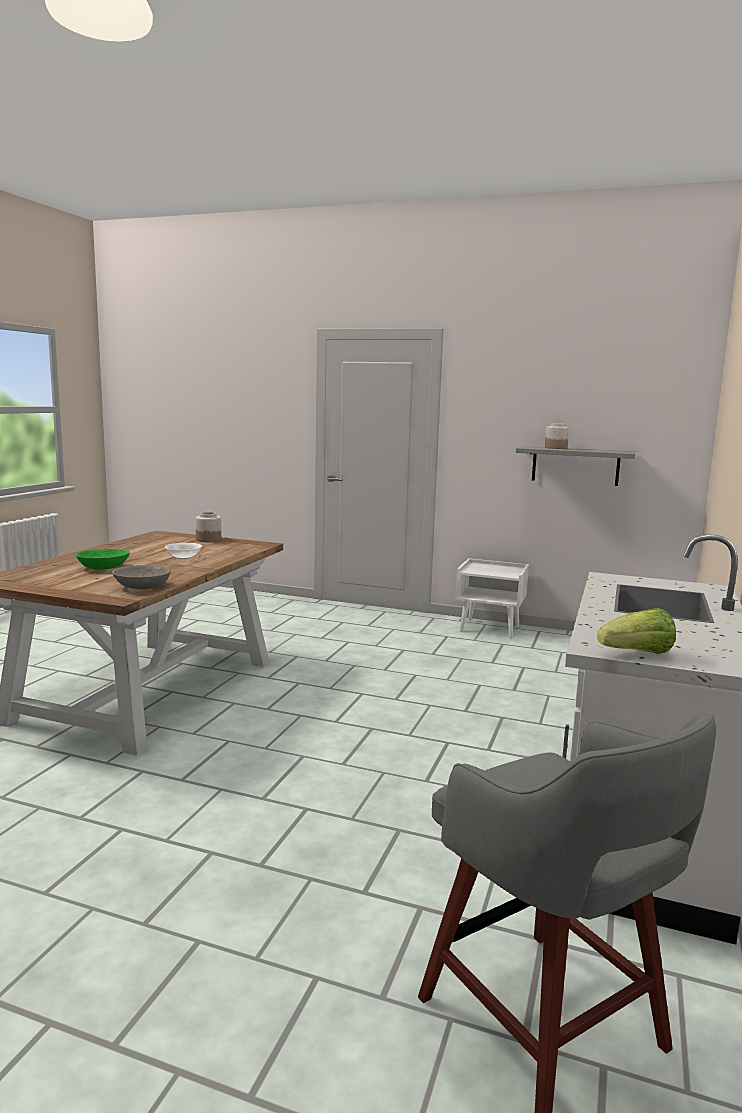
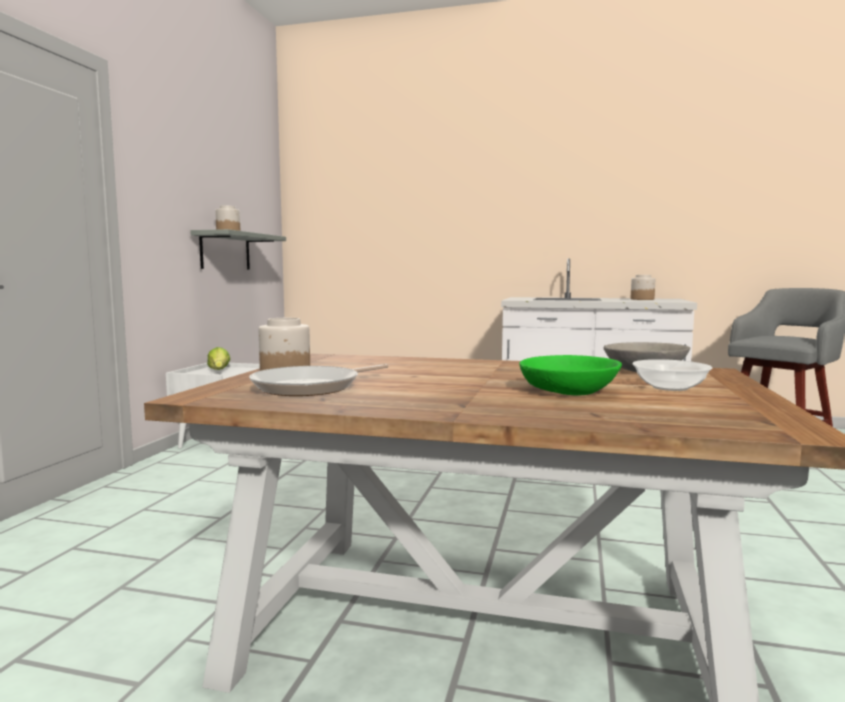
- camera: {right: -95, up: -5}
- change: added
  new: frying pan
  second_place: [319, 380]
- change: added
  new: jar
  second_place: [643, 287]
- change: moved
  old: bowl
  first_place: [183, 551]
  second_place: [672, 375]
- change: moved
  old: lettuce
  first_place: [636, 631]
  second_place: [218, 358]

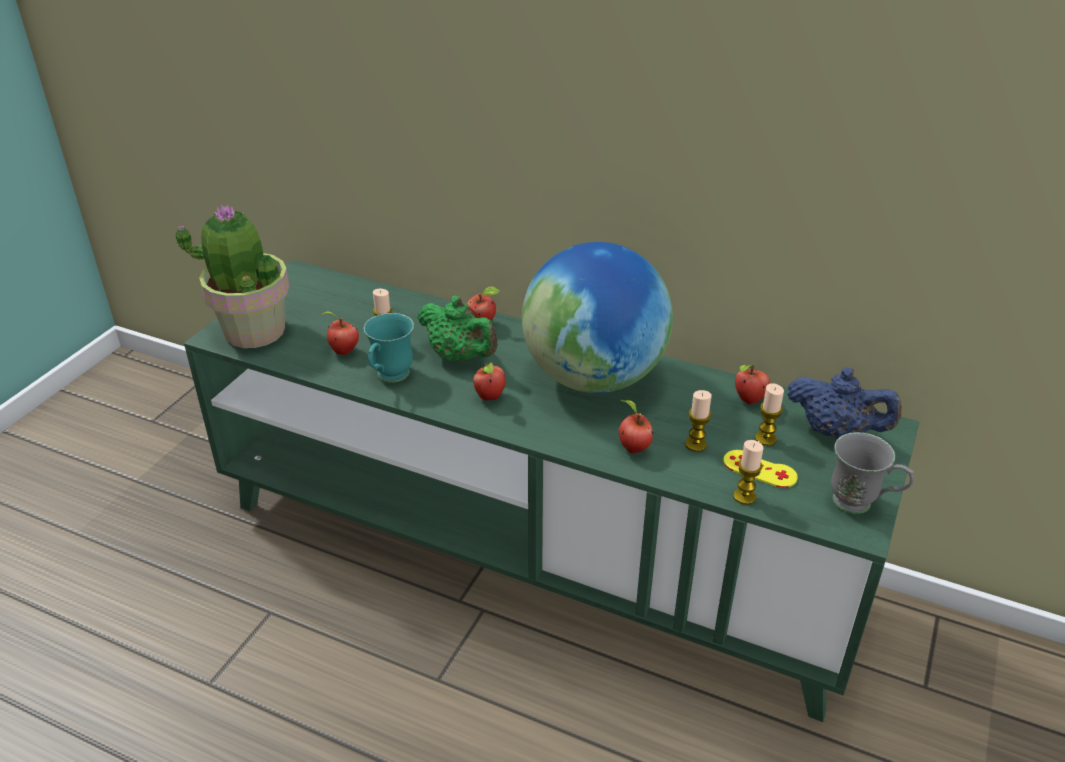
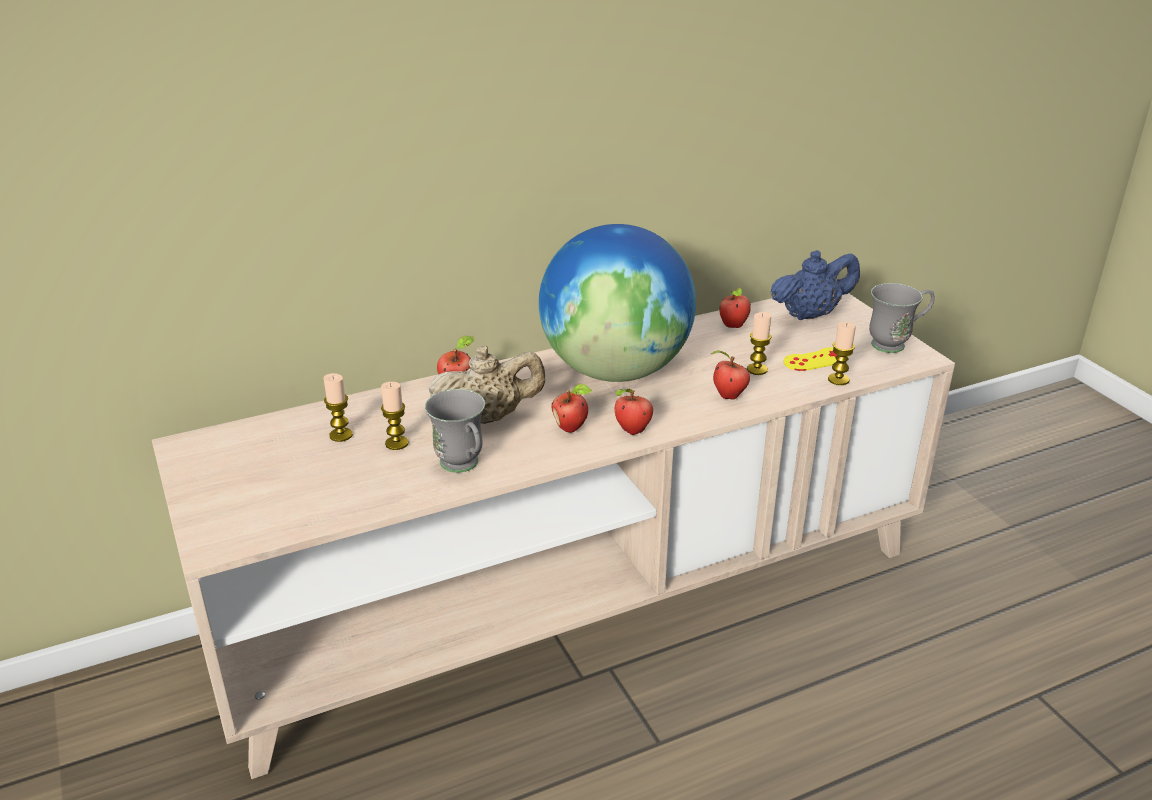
- camera: {right: -50, up: -5}
- change: removed
  old: potted plant
  first_place: [233, 276]
- change: moved
  old: apple
  first_place: [339, 333]
  second_place: [634, 412]
- change: moved
  old: candle
  first_place: [769, 414]
  second_place: [338, 407]
- change: recoloured
  old: tv stand/green
  new: tv stand/beige
  first_place: [551, 491]
  second_place: [553, 536]
- change: recoloured
  old: mug/turquoise
  new: mug/grey
  first_place: [389, 347]
  second_place: [455, 431]
- change: recoloured
  old: teapot/green
  new: teapot/beige
  first_place: [458, 329]
  second_place: [486, 384]

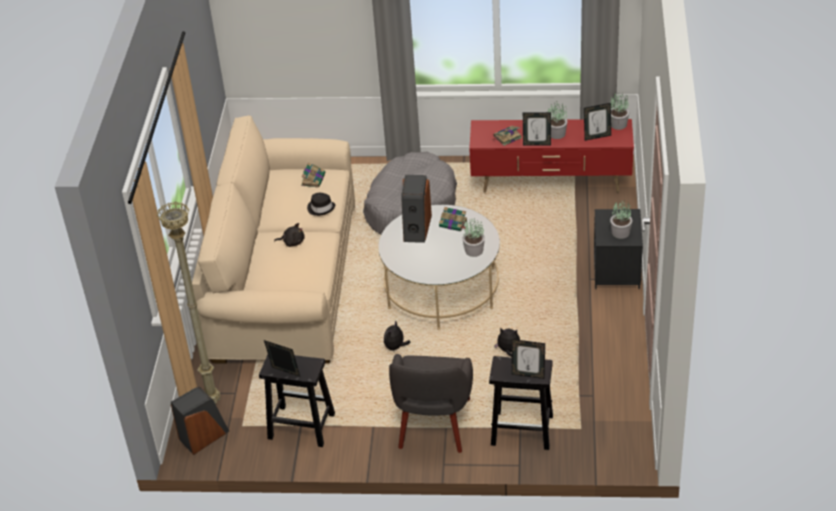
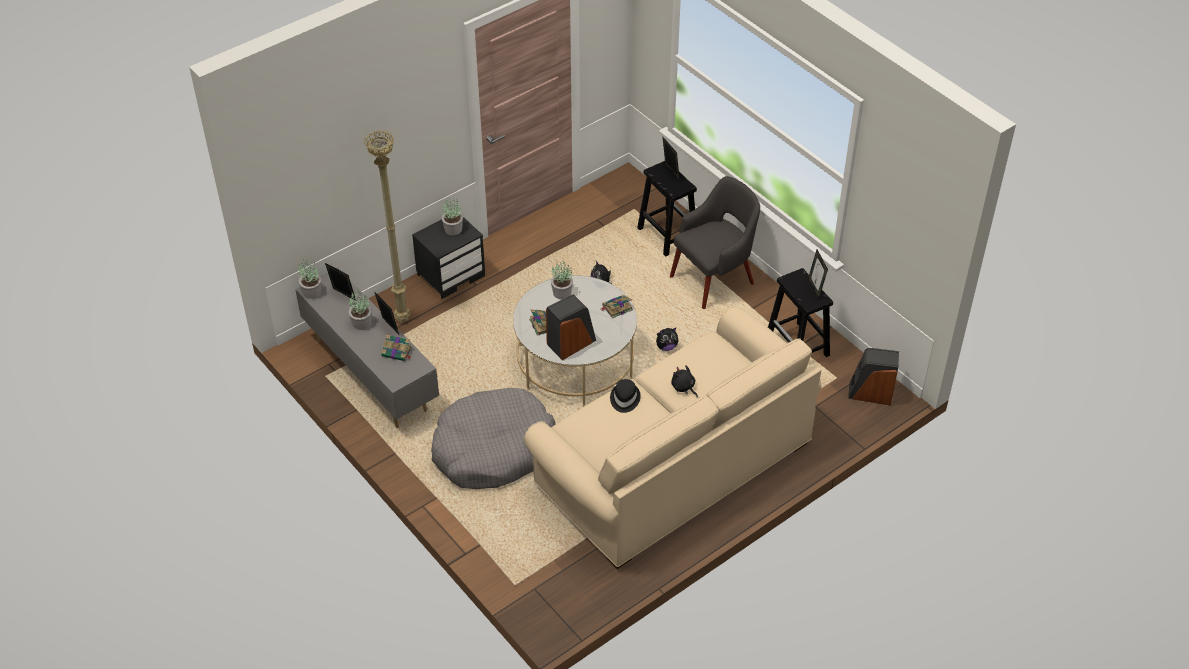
- camera: {right: -135, up: 5}
- change: moved
  old: floor lamp/beige
  first_place: [188, 302]
  second_place: [387, 226]
- change: moved
  old: book
  first_place: [313, 175]
  second_place: [617, 306]
- change: recoloured
  old: tv stand/red
  new: tv stand/grey
  first_place: [551, 156]
  second_place: [367, 348]

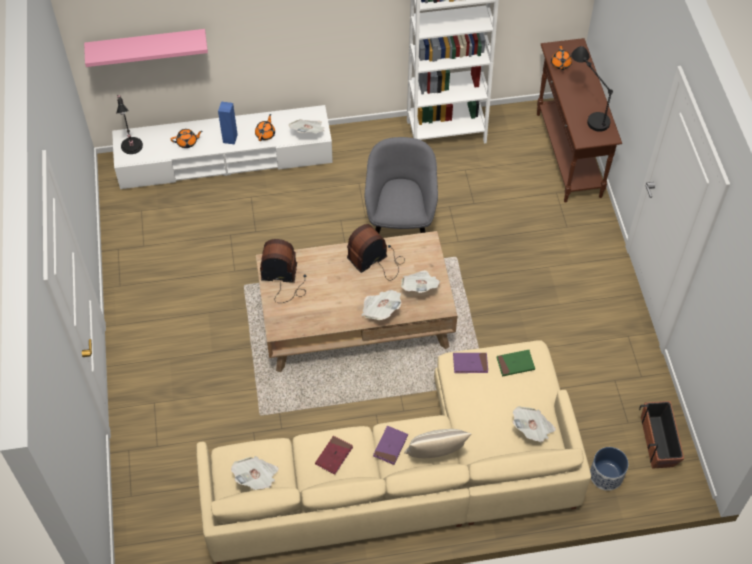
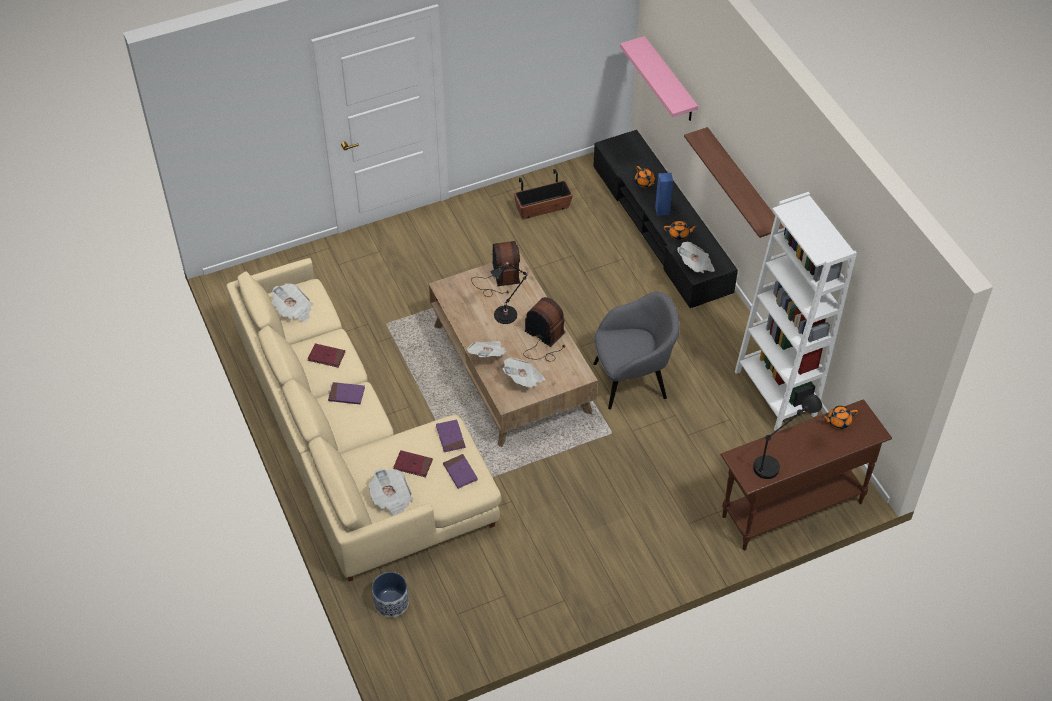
- camera: {right: 75, up: -5}
- change: removed
  old: pillow
  first_place: [437, 443]
- change: added
  new: book/red
  second_place: [413, 463]
- change: added
  new: shelf
  second_place: [734, 182]
- change: moved
  old: table lamp/black
  first_place: [129, 124]
  second_place: [510, 292]
- change: moved
  old: planter
  first_place: [661, 434]
  second_place: [543, 194]
- change: recoloured
  old: tv stand/white
  new: tv stand/black
  first_place: [222, 147]
  second_place: [666, 219]
- change: recoloured
  old: book/green
  new: book/purple
  first_place: [516, 363]
  second_place: [460, 471]

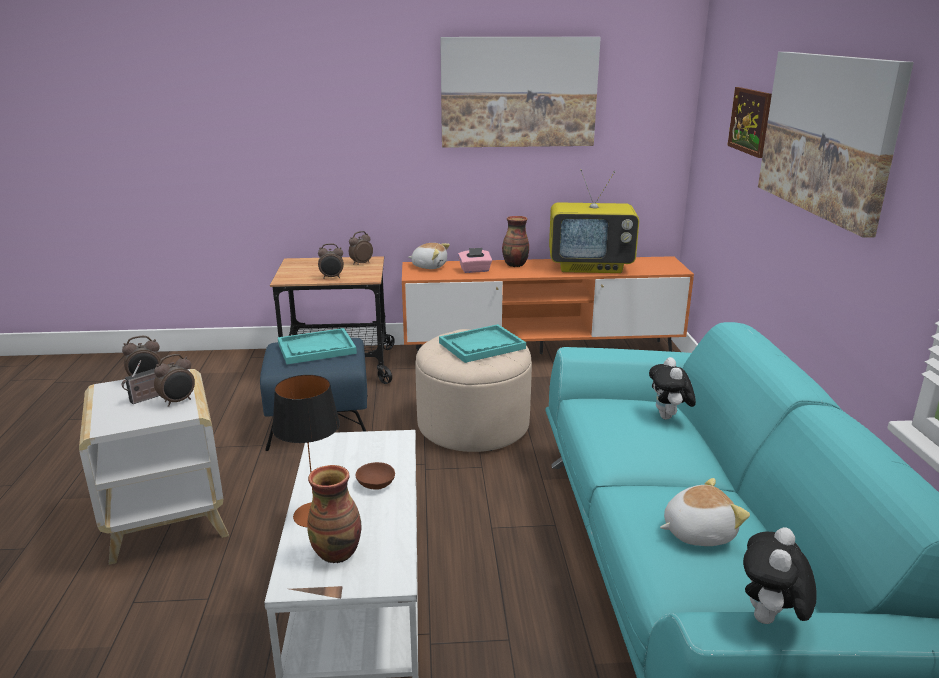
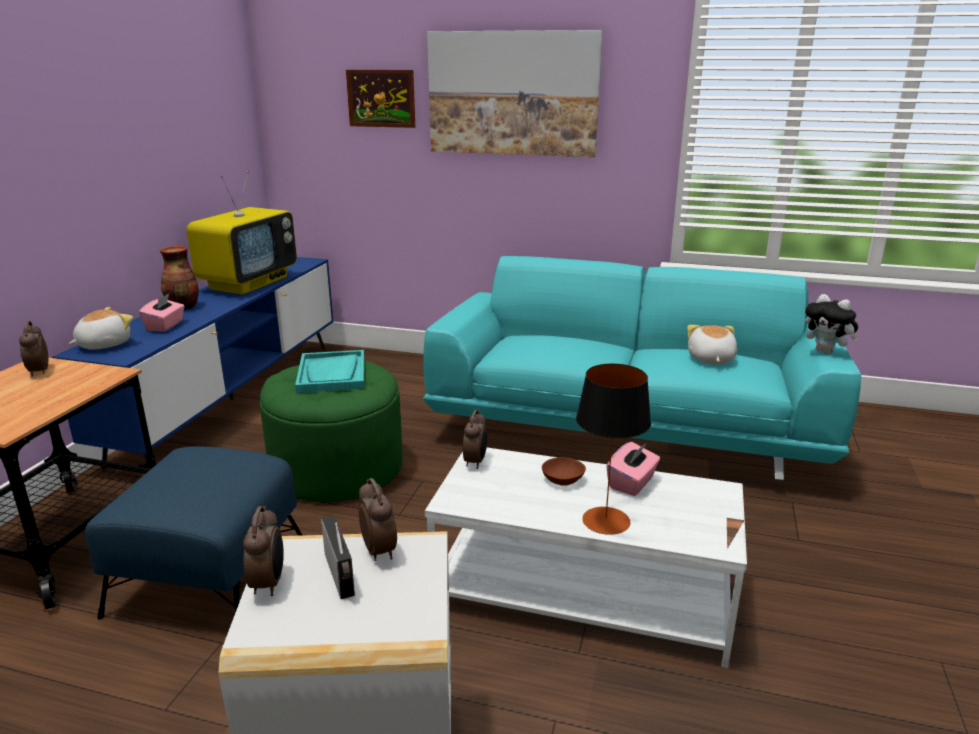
- camera: {right: -70, up: 0}
- change: removed
  old: tray/turquoise
  first_place: [317, 346]
- change: removed
  old: vase
  first_place: [334, 514]
- change: removed
  old: picture
  first_place: [520, 92]
- change: removed
  old: plush toy
  first_place: [672, 388]
- change: added
  new: tissue box/pink
  second_place: [633, 469]
- change: moved
  old: alarm clock
  first_place: [331, 261]
  second_place: [475, 439]
- change: recoloured
  old: tv stand/orange
  new: tv stand/blue
  first_place: [548, 305]
  second_place: [192, 363]
- change: recoloured
  old: ottoman/beige
  new: ottoman/green
  first_place: [473, 390]
  second_place: [331, 432]

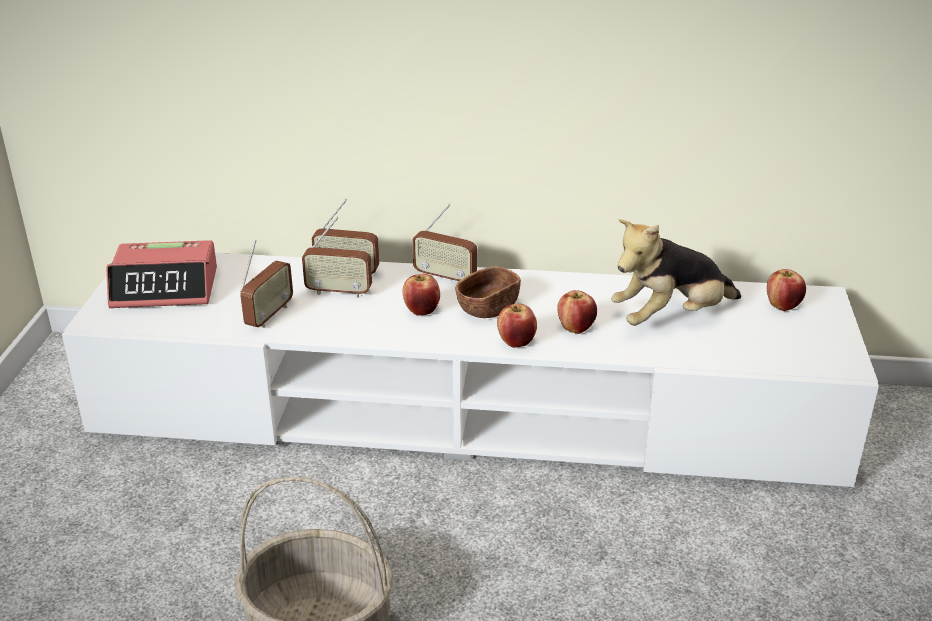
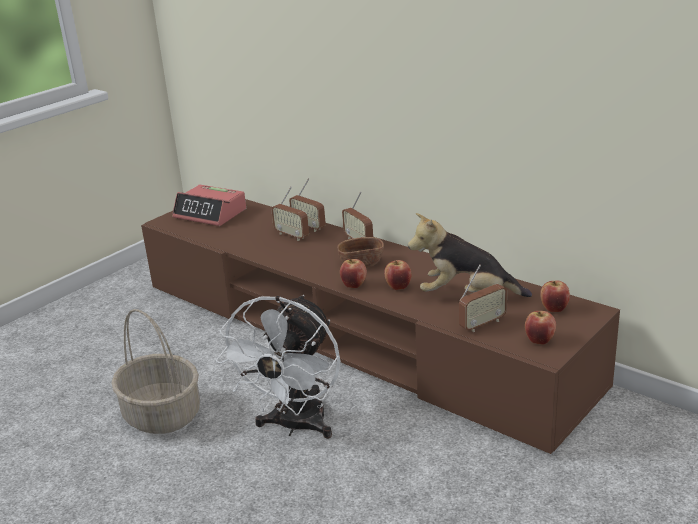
- camera: {right: 35, up: -5}
- change: added
  new: fan/white
  second_place: [278, 367]
- change: moved
  old: radio
  first_place: [266, 284]
  second_place: [483, 298]
- change: moved
  old: apple
  first_place: [421, 295]
  second_place: [540, 328]
- change: recoloured
  old: tv stand/white
  new: tv stand/brown
  first_place: [470, 370]
  second_place: [380, 327]

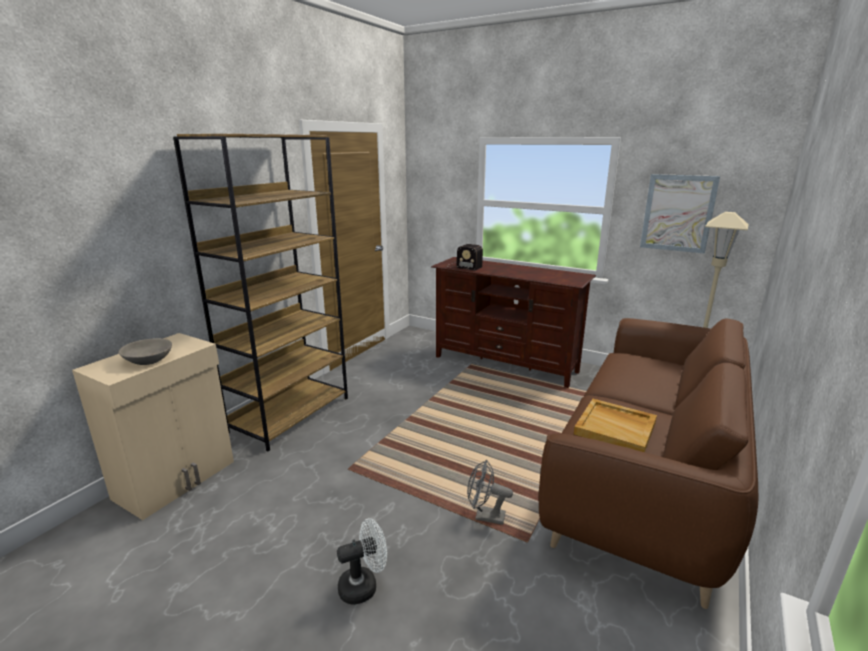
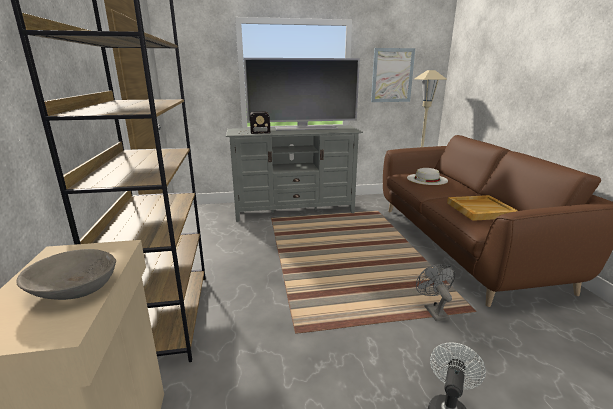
- camera: {right: -40, up: 0}
- change: added
  new: television
  second_place: [302, 94]
- change: added
  new: hat/white
  second_place: [427, 176]
- change: recoloured
  old: tv stand/brown
  new: tv stand/grey
  first_place: [513, 322]
  second_place: [294, 174]
- change: turned
  old: fan/grey
  first_place: [490, 492]
  second_place: [435, 292]
  degrees: 105

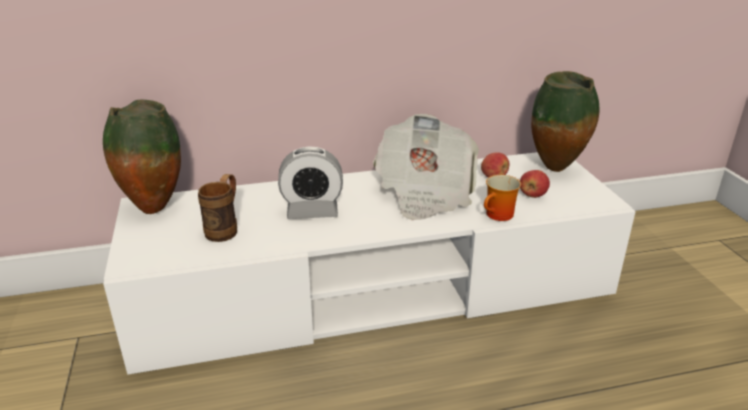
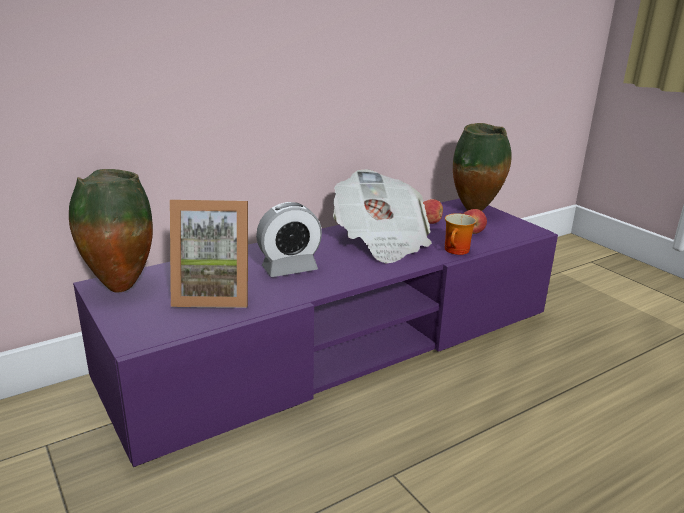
- camera: {right: -20, up: -5}
- change: replaced
  old: mug/brown
  new: picture frame
  first_place: [217, 208]
  second_place: [209, 254]
- change: recoloured
  old: tv stand/white
  new: tv stand/purple
  first_place: [369, 263]
  second_place: [315, 332]

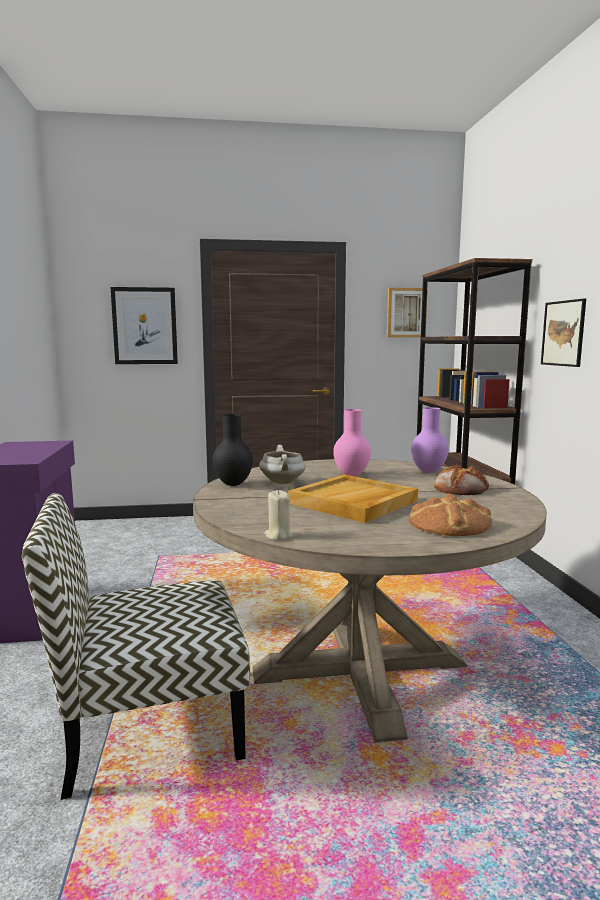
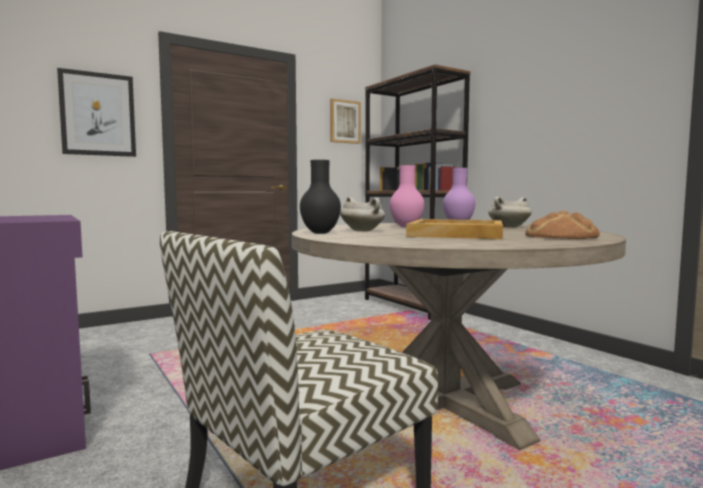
- camera: {right: -25, up: -5}
- change: removed
  old: candle/beige
  first_place: [278, 515]
- change: removed
  old: picture
  first_place: [563, 332]
- change: replaced
  old: bread
  new: cooking pot/white
  first_place: [461, 480]
  second_place: [510, 212]

